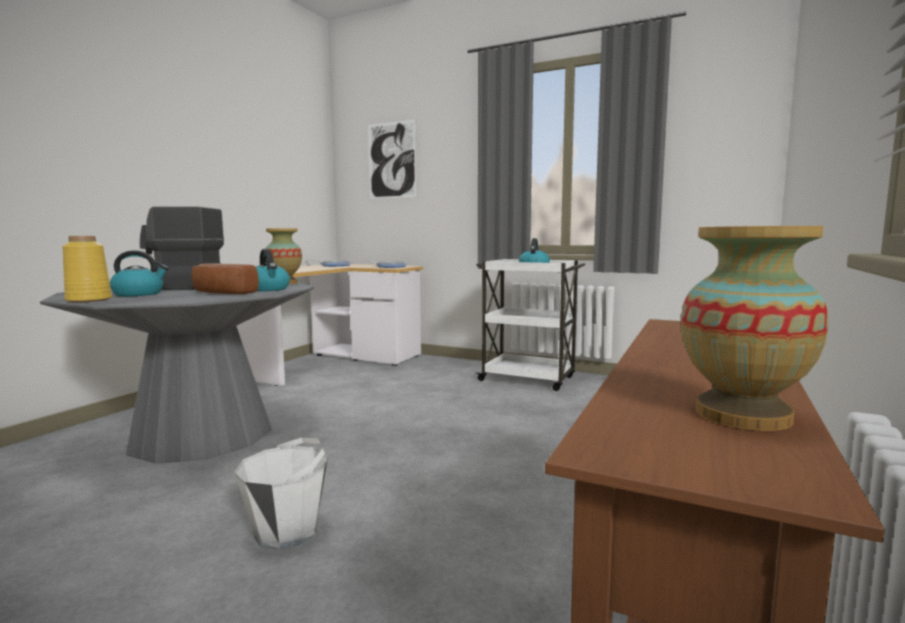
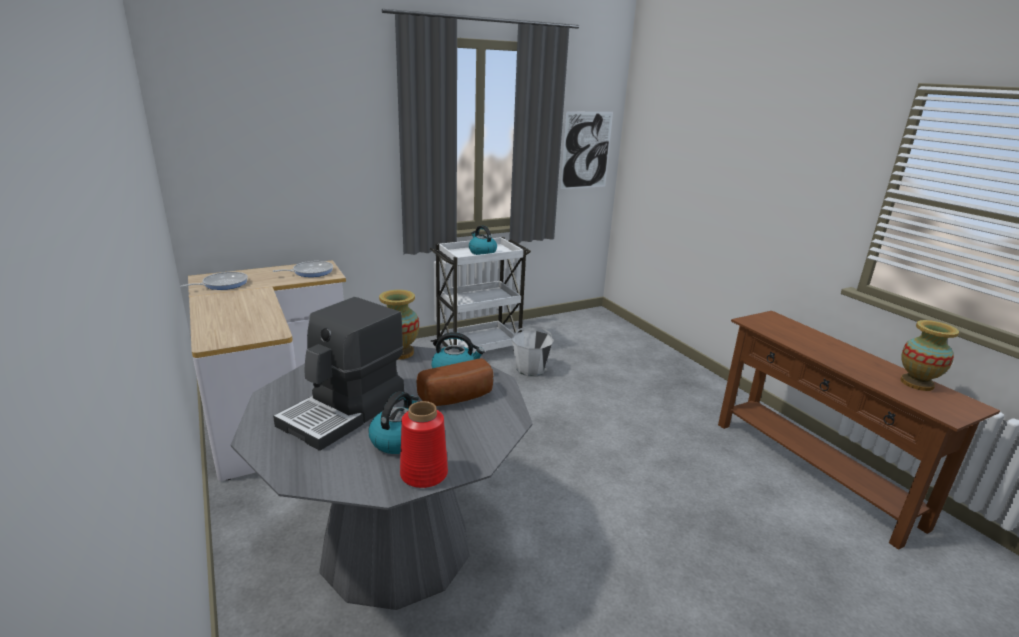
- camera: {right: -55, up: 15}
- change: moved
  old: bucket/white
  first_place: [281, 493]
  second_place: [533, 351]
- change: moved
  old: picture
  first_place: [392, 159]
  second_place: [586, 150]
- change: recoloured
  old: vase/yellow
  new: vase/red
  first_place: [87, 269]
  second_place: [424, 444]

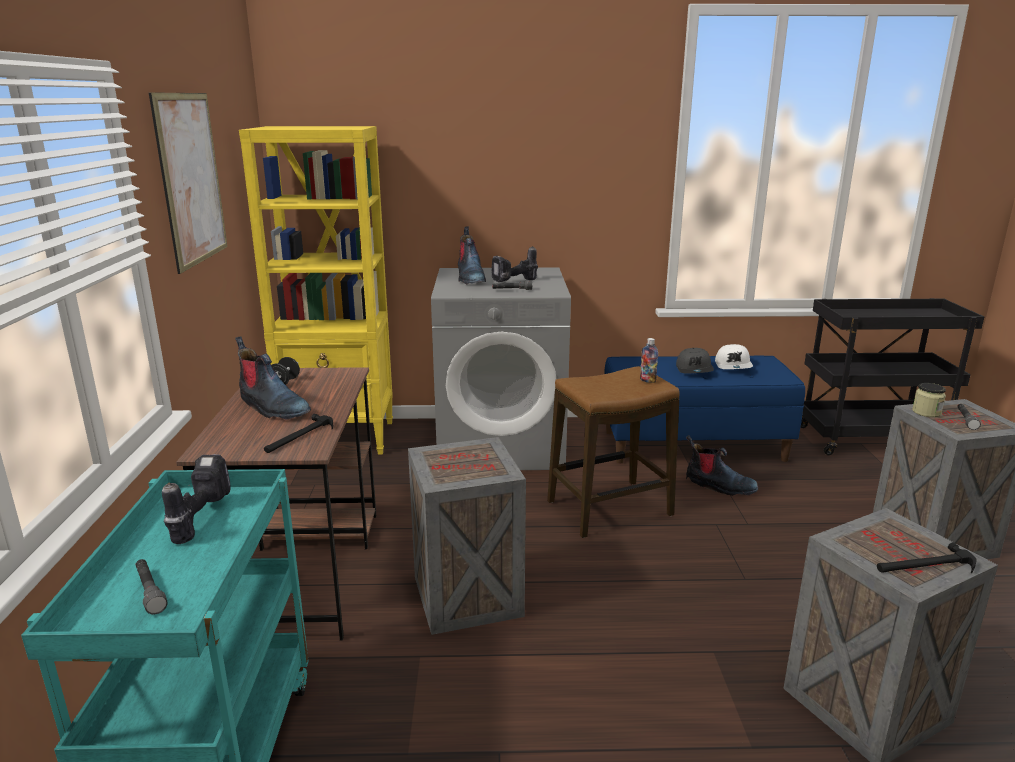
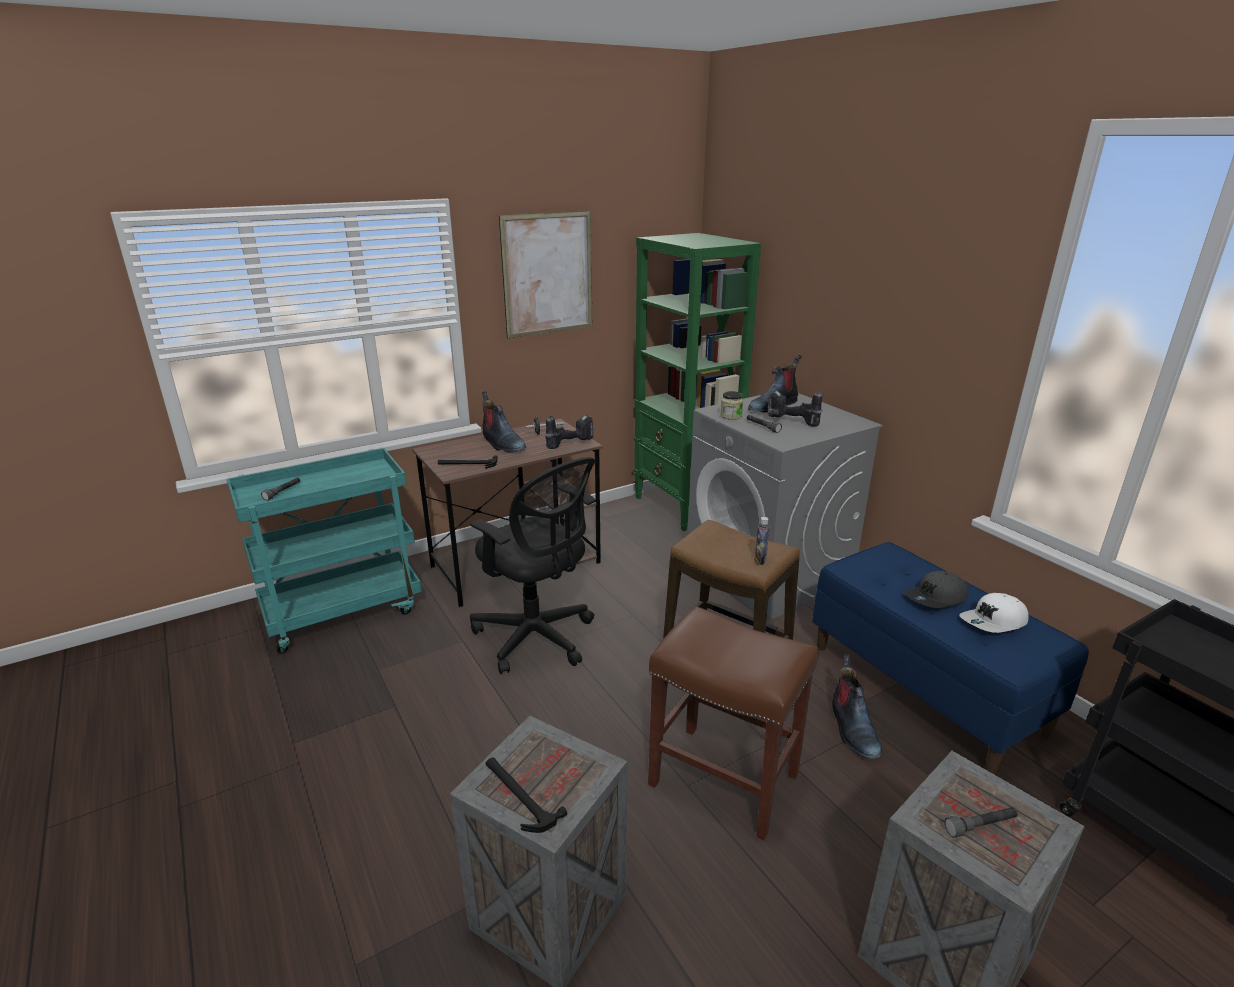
- camera: {right: 60, up: 5}
- change: added
  new: stool/brown
  second_place: [733, 723]
- change: moved
  old: power drill
  first_place: [196, 499]
  second_place: [569, 432]
- change: moved
  old: jar
  first_place: [929, 400]
  second_place: [731, 405]
- change: replaced
  old: crate
  new: office chair/black
  first_place: [467, 536]
  second_place: [533, 565]
- change: recoloured
  old: bookcase/yellow
  new: bookcase/green
  first_place: [316, 290]
  second_place: [697, 382]
- change: turned
  old: boot
  first_place: [273, 378]
  second_place: [504, 422]
  degrees: -45

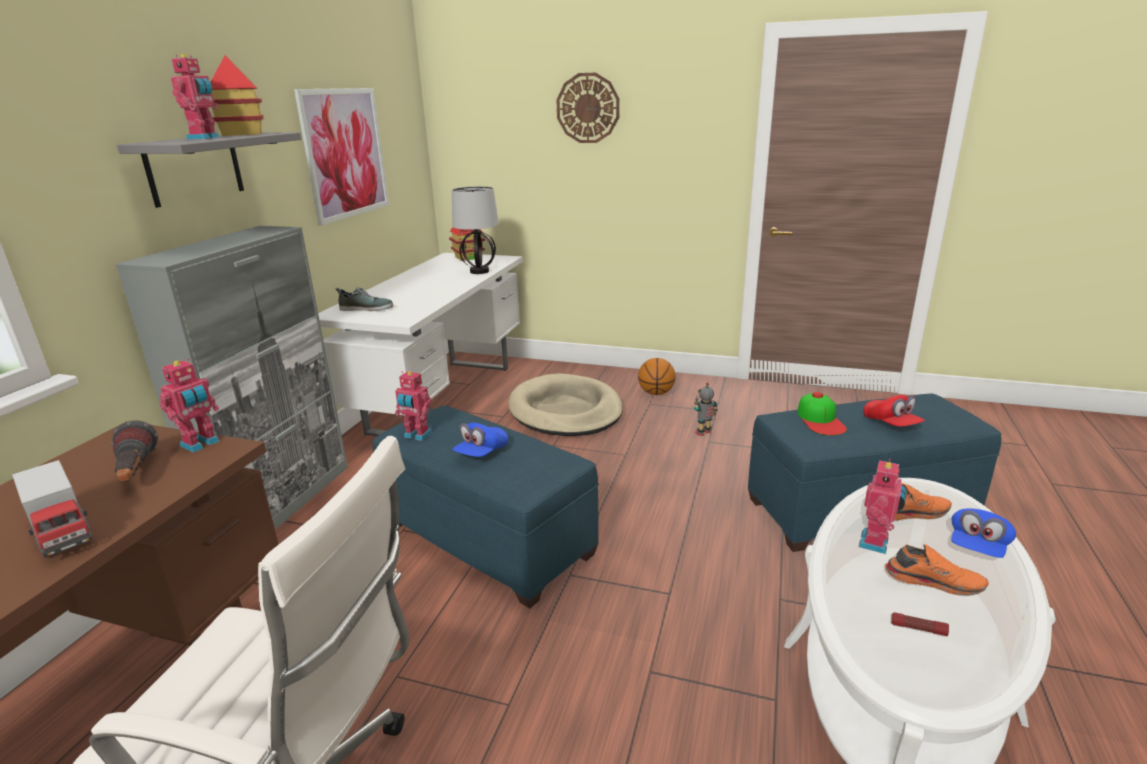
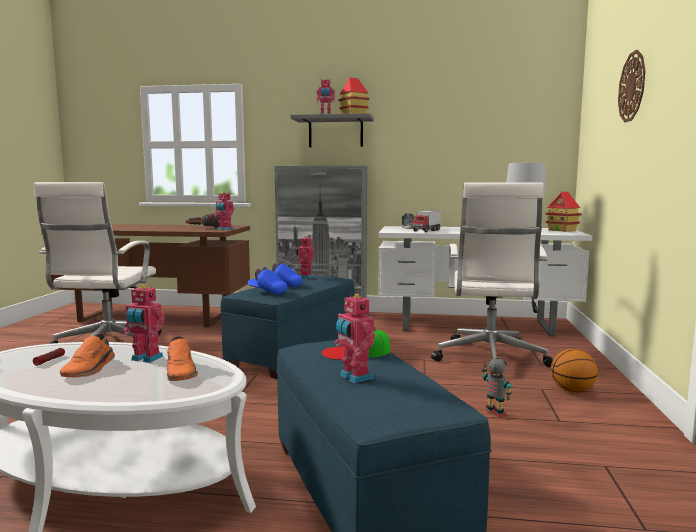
- camera: {right: 80, up: -15}
- change: removed
  old: picture
  first_place: [341, 157]
- change: moved
  old: toy truck
  first_place: [52, 509]
  second_place: [426, 221]
- change: moved
  old: cap/blue
  first_place: [983, 533]
  second_place: [267, 280]
- change: replaced
  old: dog bed/beige
  new: office chair/white
  first_place: [565, 404]
  second_place: [492, 277]
- change: replaced
  old: cap/red
  new: toy robot
  first_place: [894, 410]
  second_place: [355, 338]

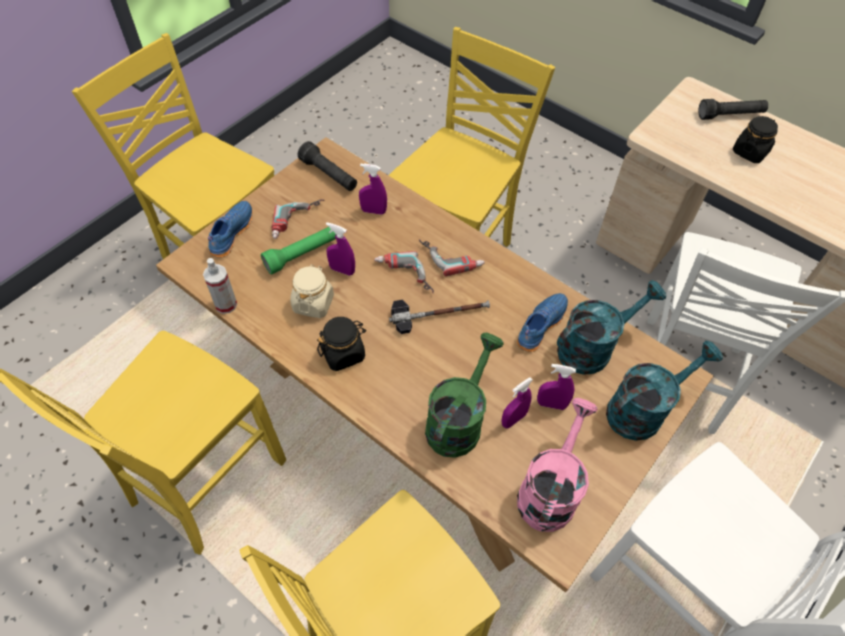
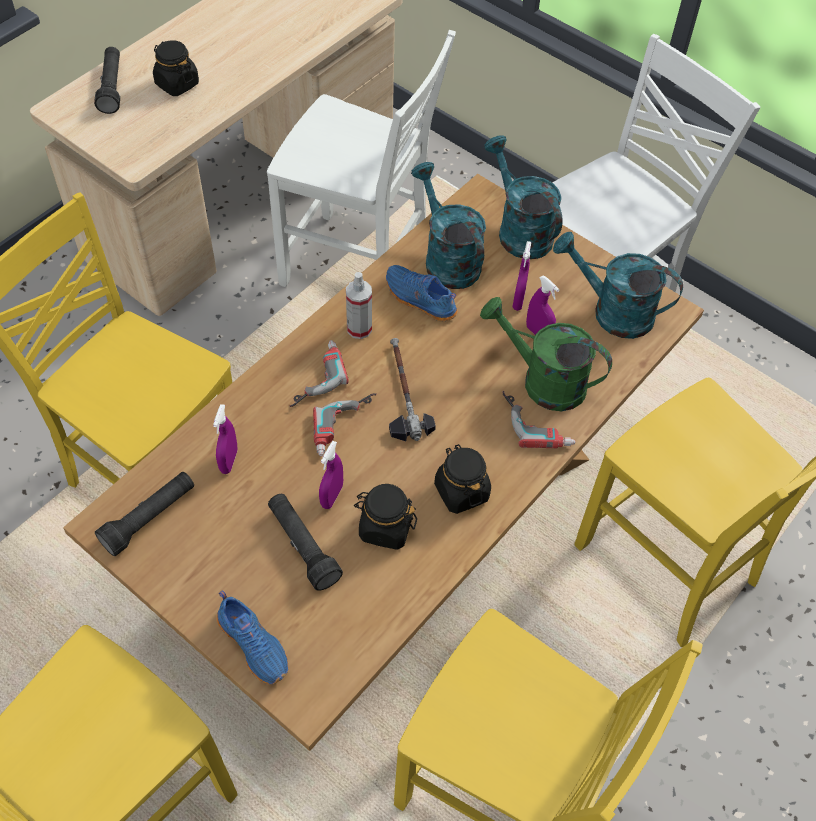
- camera: {right: -90, up: 0}
- change: moved
  old: spray bottle
  first_place: [220, 286]
  second_place: [359, 305]
- change: moved
  old: power drill
  first_place: [298, 219]
  second_place: [539, 419]
- change: recoloured
  old: flashlight/green
  new: flashlight/black
  first_place: [299, 251]
  second_place: [305, 542]
- change: recoloured
  old: jar/beige
  new: jar/black
  first_place: [312, 291]
  second_place: [385, 517]
- change: recoloured
  old: watering can/pink
  new: watering can/turquoise
  first_place: [557, 465]
  second_place: [618, 285]
- change: turned
  old: shoe/blue
  first_place: [230, 229]
  second_place: [253, 637]
  degrees: -150

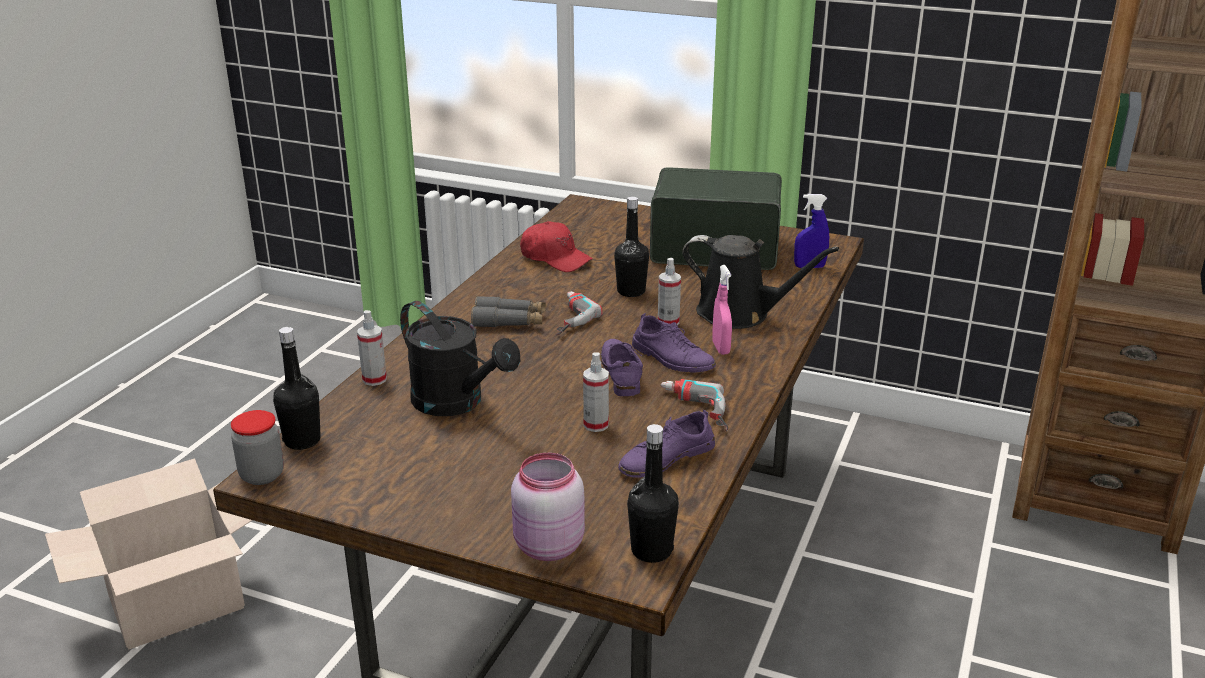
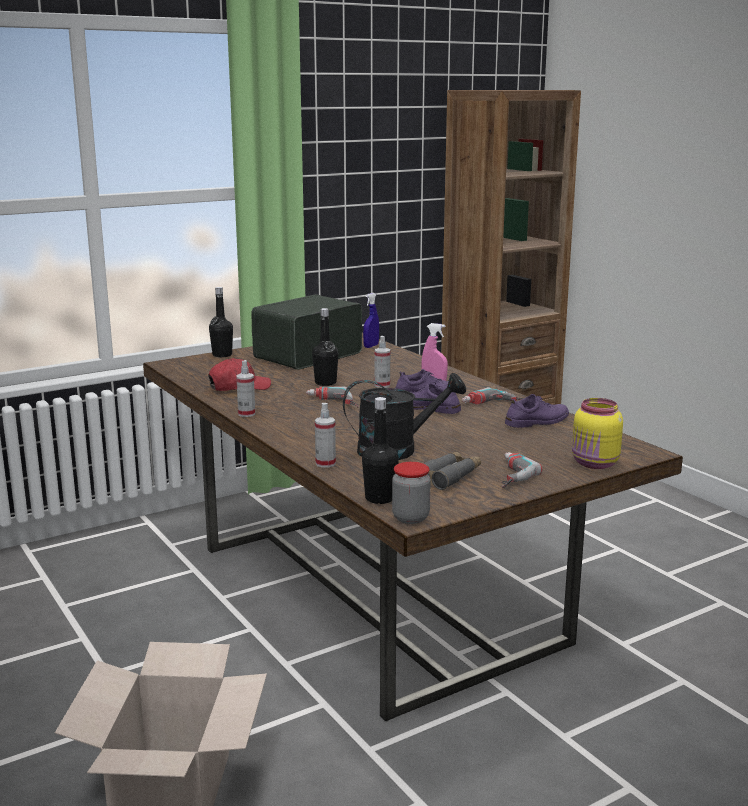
- camera: {right: -55, up: -10}
- change: removed
  old: watering can/black
  first_place: [760, 282]
- change: added
  new: power drill
  second_place: [521, 470]
- change: moved
  old: binoculars/grey
  first_place: [508, 311]
  second_place: [452, 470]
- change: moved
  old: spray bottle
  first_place: [596, 392]
  second_place: [245, 388]
- change: moved
  old: bottle/black
  first_place: [653, 493]
  second_place: [221, 322]
- change: recoloured
  old: jar/pink
  new: jar/yellow
  first_place: [548, 507]
  second_place: [597, 433]
- change: turned
  old: shoe/purple
  first_place: [666, 443]
  second_place: [537, 411]
  degrees: -120

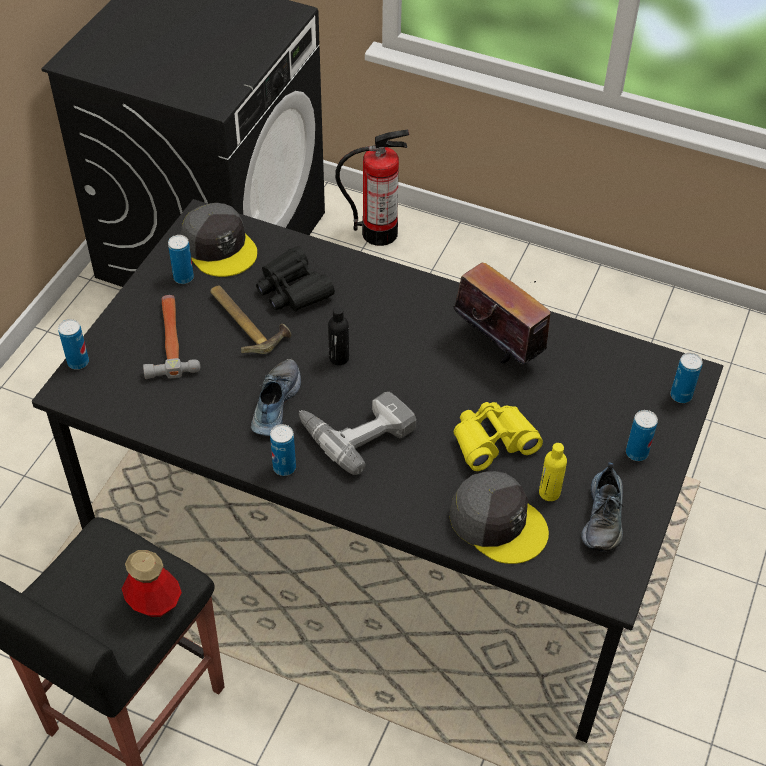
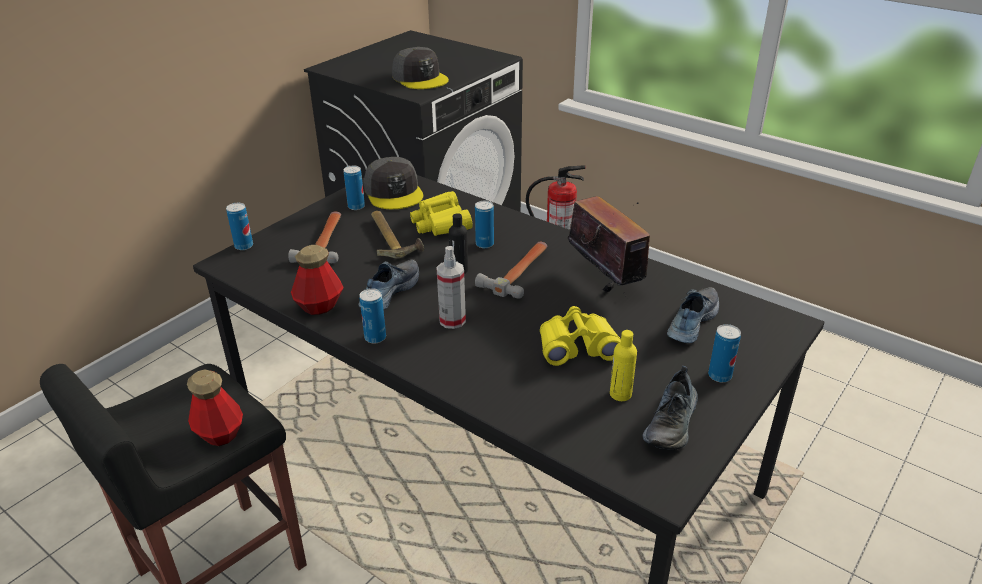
- camera: {right: 15, up: -15}
- change: added
  new: bottle
  second_place: [317, 280]
- change: added
  new: hammer
  second_place: [511, 270]
- change: added
  new: shoe
  second_place: [693, 315]
- change: moved
  old: cap/grey
  first_place: [499, 517]
  second_place: [420, 68]
- change: moved
  old: can
  first_place: [686, 378]
  second_place: [484, 224]
- change: replaced
  old: power drill
  new: spray bottle
  first_place: [357, 433]
  second_place: [451, 287]
- change: recoloured
  old: binoculars/black
  new: binoculars/yellow
  first_place: [295, 278]
  second_place: [441, 213]

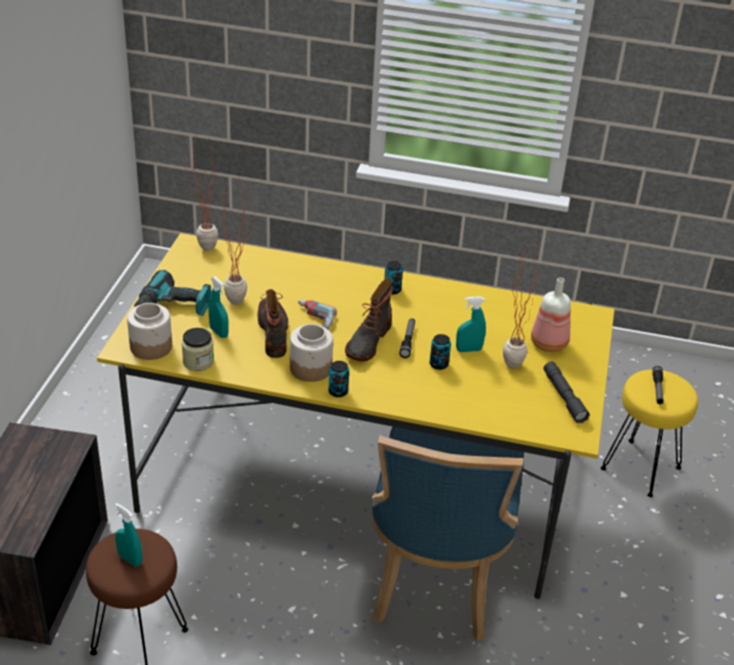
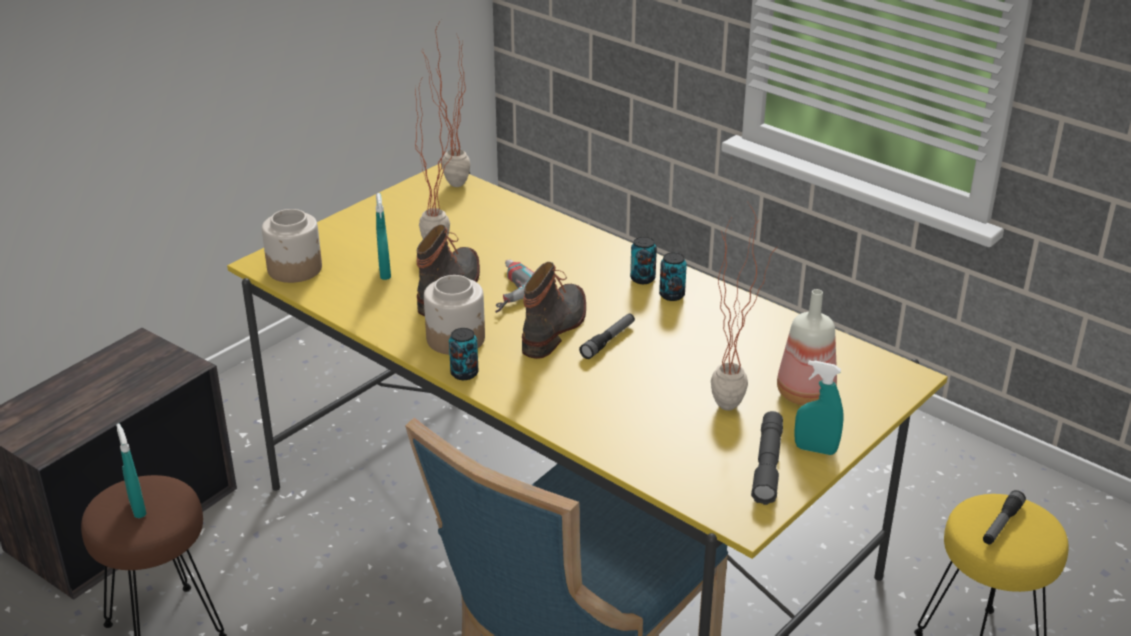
- camera: {right: 30, up: -5}
- change: removed
  old: power drill
  first_place: [172, 293]
- change: removed
  old: jar
  first_place: [198, 349]
- change: moved
  old: can
  first_place: [440, 352]
  second_place: [673, 276]
- change: moved
  old: spray bottle/turquoise
  first_place: [471, 324]
  second_place: [819, 407]
- change: turned
  old: boot
  first_place: [368, 319]
  second_place: [554, 310]
  degrees: 150

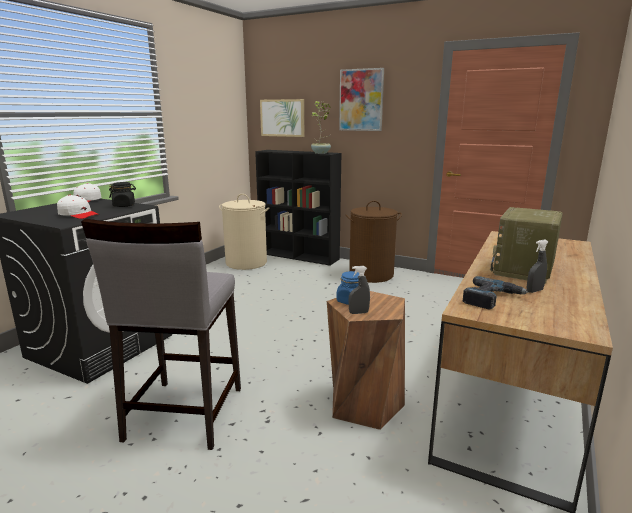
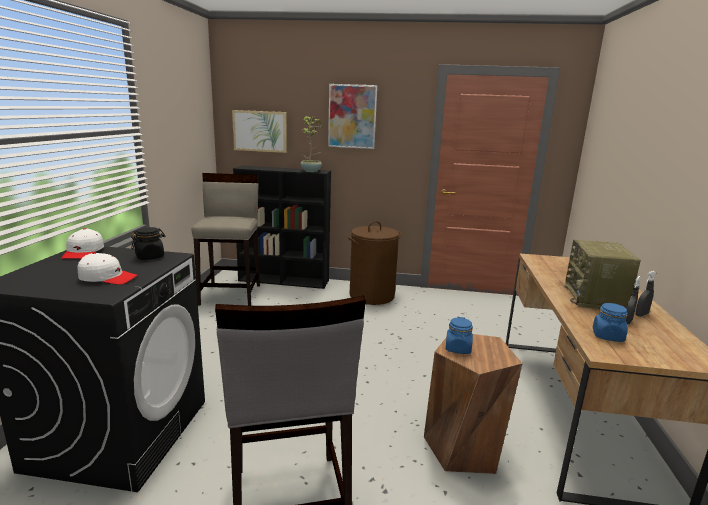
- camera: {right: -20, up: 0}
- change: moved
  old: spray bottle/grey
  first_place: [359, 290]
  second_place: [645, 294]
- change: replaced
  old: laundry basket/beige
  new: stool/beige
  first_place: [244, 232]
  second_place: [226, 239]
- change: replaced
  old: power drill
  new: jar/blue
  first_place: [495, 292]
  second_place: [610, 322]

